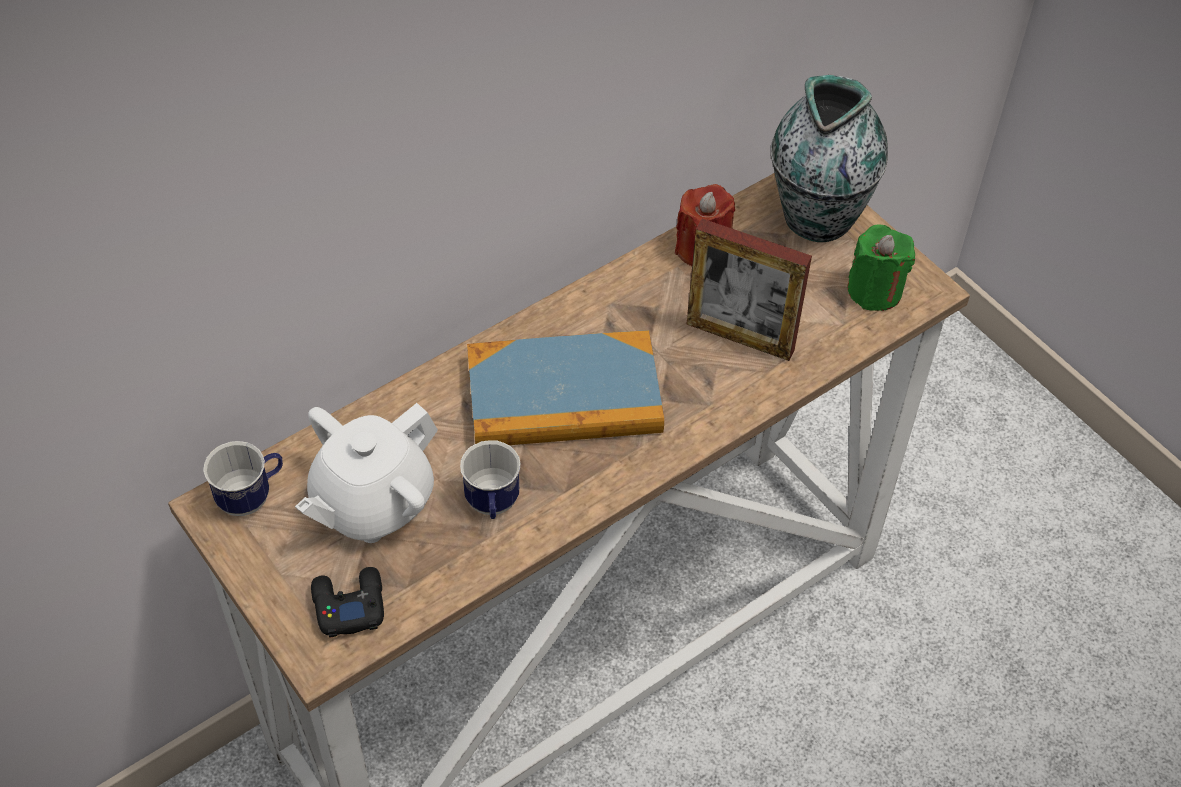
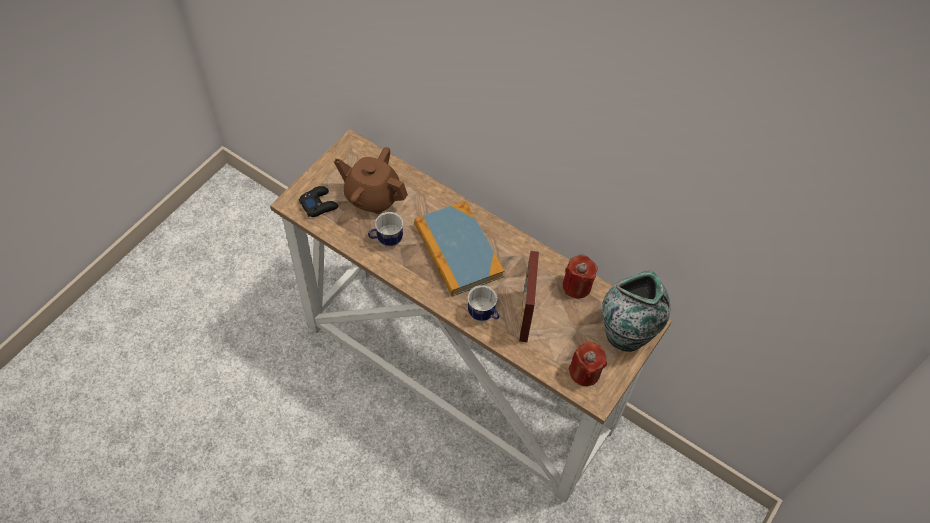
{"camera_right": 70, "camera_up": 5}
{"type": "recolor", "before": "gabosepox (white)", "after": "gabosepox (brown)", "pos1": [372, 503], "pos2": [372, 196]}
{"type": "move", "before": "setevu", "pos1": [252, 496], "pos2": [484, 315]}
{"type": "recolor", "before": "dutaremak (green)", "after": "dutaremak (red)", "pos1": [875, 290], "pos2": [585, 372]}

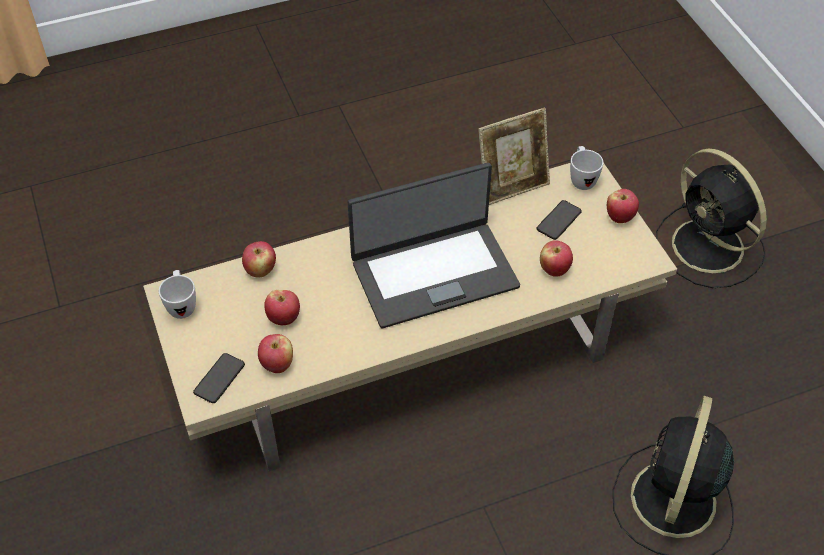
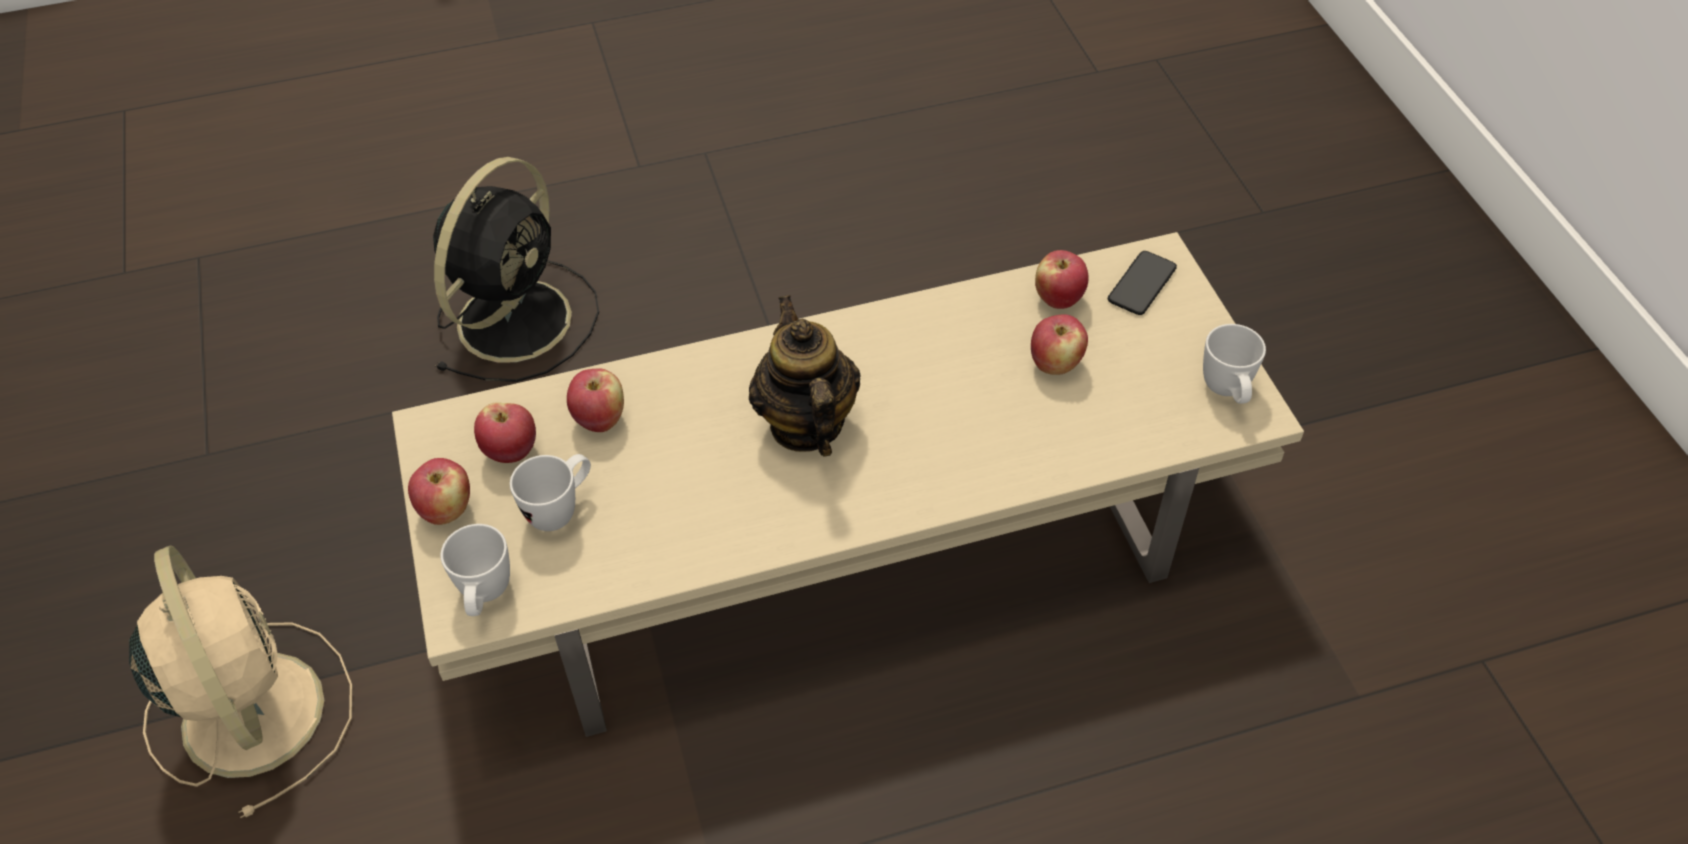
{"camera_right": -175, "camera_up": 0}
{"type": "recolor", "before": "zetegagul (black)", "after": "zetegagul (beige)", "pos1": [710, 248], "pos2": [251, 708]}
{"type": "move", "before": "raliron", "pos1": [260, 270], "pos2": [511, 451]}
{"type": "replace", "before": "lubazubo", "after": "setevu (white)", "pos1": [559, 220], "pos2": [561, 509]}
{"type": "replace", "before": "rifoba", "after": "gabosepox", "pos1": [433, 273], "pos2": [805, 424]}
{"type": "delete", "before": "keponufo", "pos1": [512, 185]}

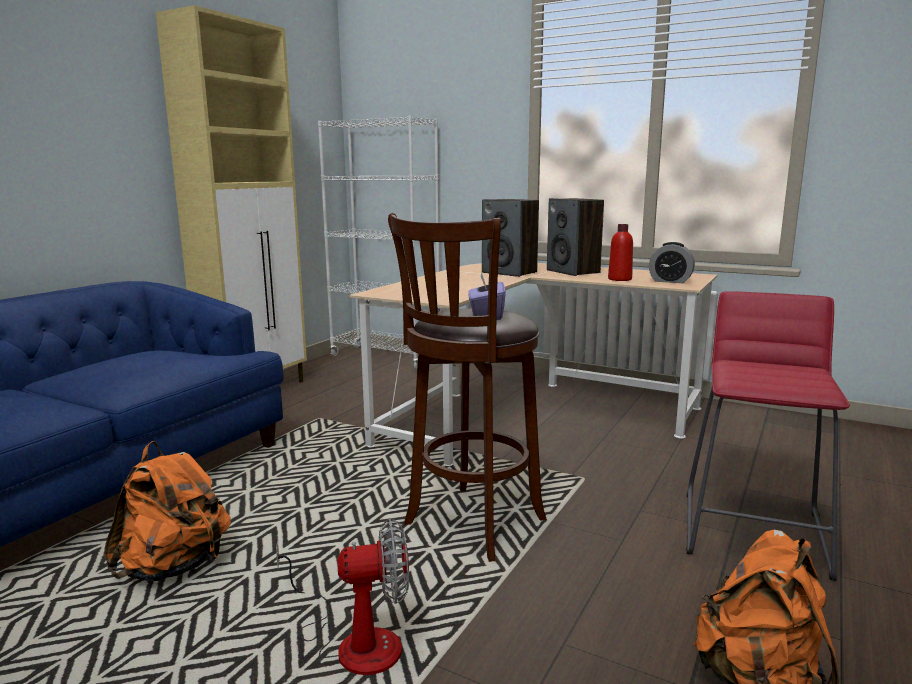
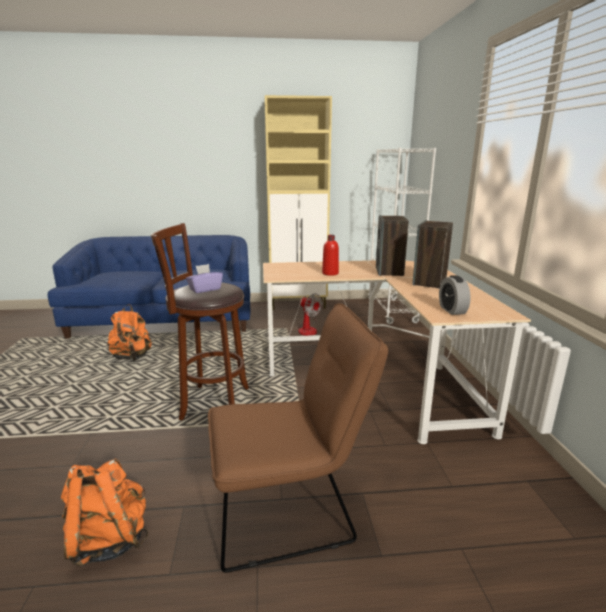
{"camera_right": 55, "camera_up": 5}
{"type": "replace", "before": "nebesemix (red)", "after": "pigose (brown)", "pos1": [754, 532], "pos2": [291, 509]}
{"type": "move", "before": "zetegagul", "pos1": [354, 642], "pos2": [308, 329]}
{"type": "move", "before": "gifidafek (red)", "pos1": [619, 279], "pos2": [330, 273]}

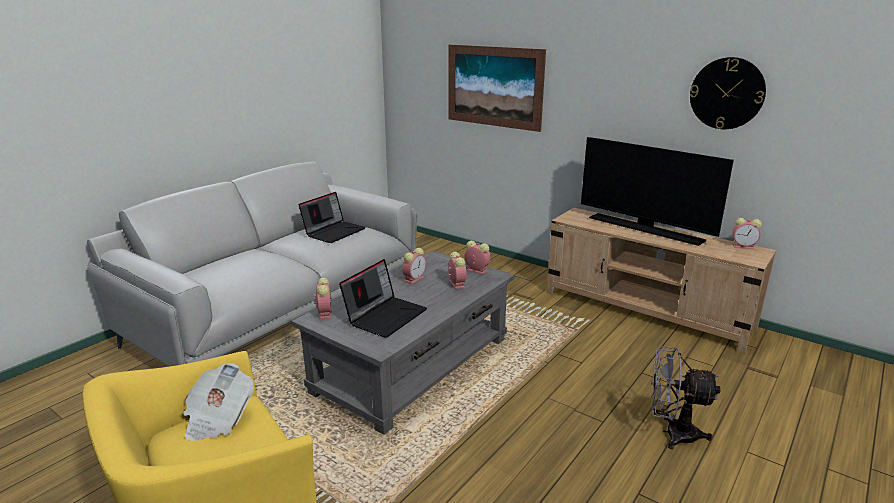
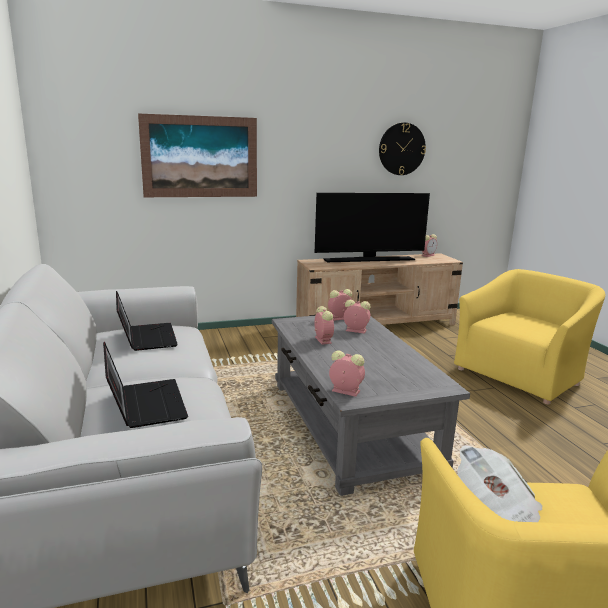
{"camera_right": -55, "camera_up": -5}
{"type": "move", "before": "rifoba", "pos1": [385, 316], "pos2": [144, 404]}
{"type": "replace", "before": "zetegagul (grey)", "after": "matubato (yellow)", "pos1": [672, 433], "pos2": [520, 374]}

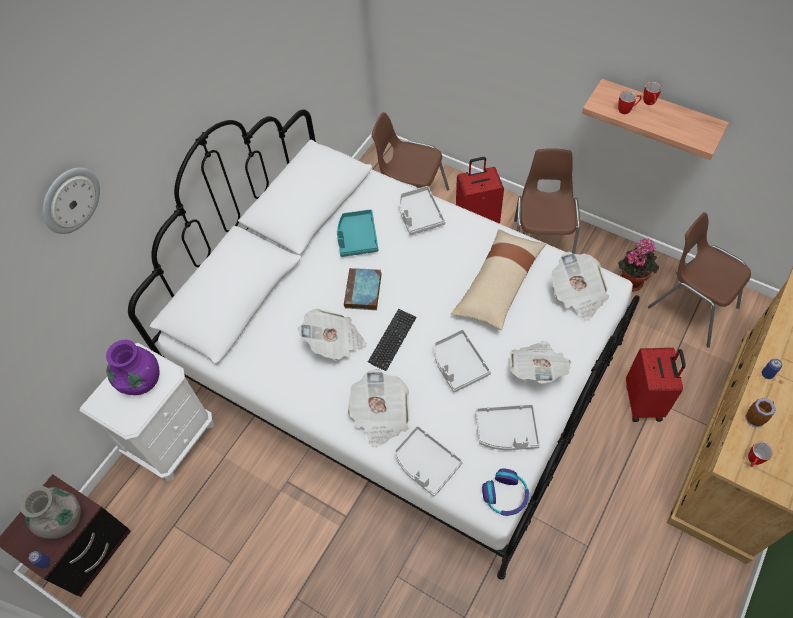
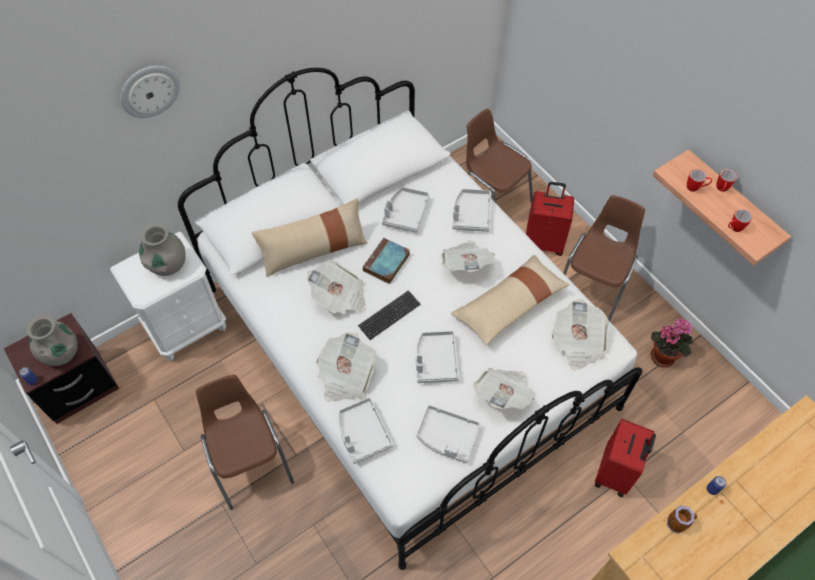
{"camera_right": 20, "camera_up": 0}
{"type": "recolor", "before": "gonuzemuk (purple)", "after": "gonuzemuk (grey)", "pos1": [141, 380], "pos2": [168, 264]}
{"type": "move", "before": "pigose (brown)", "pos1": [692, 307], "pos2": [250, 461]}
{"type": "insert", "after": "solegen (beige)", "pos2": [314, 250]}
{"type": "recolor", "before": "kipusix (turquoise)", "after": "kipusix (grey)", "pos1": [357, 238], "pos2": [405, 214]}
{"type": "insert", "after": "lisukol", "pos2": [466, 264]}
{"type": "move", "before": "setevu", "pos1": [752, 461], "pos2": [733, 228]}
{"type": "delete", "before": "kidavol", "pos1": [505, 495]}

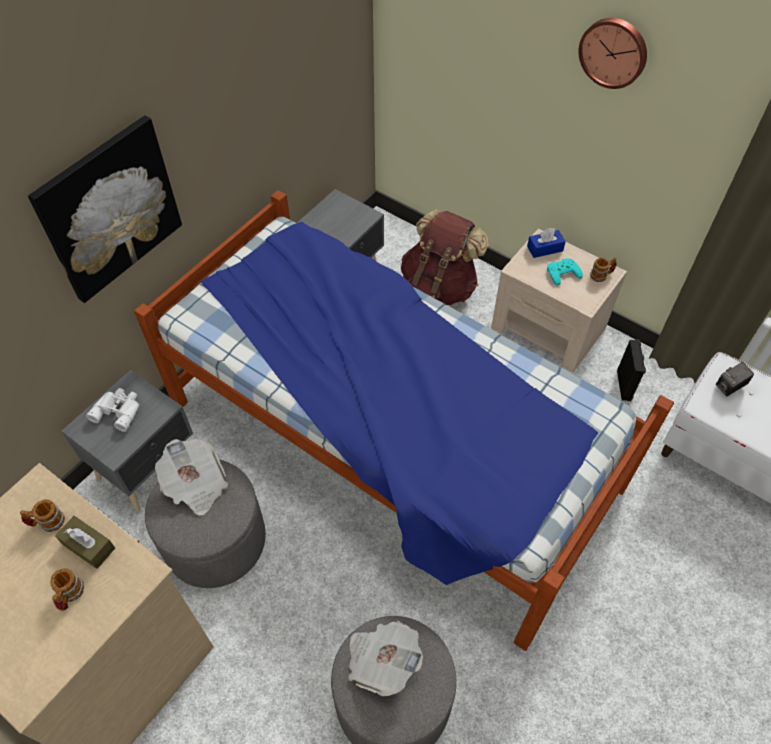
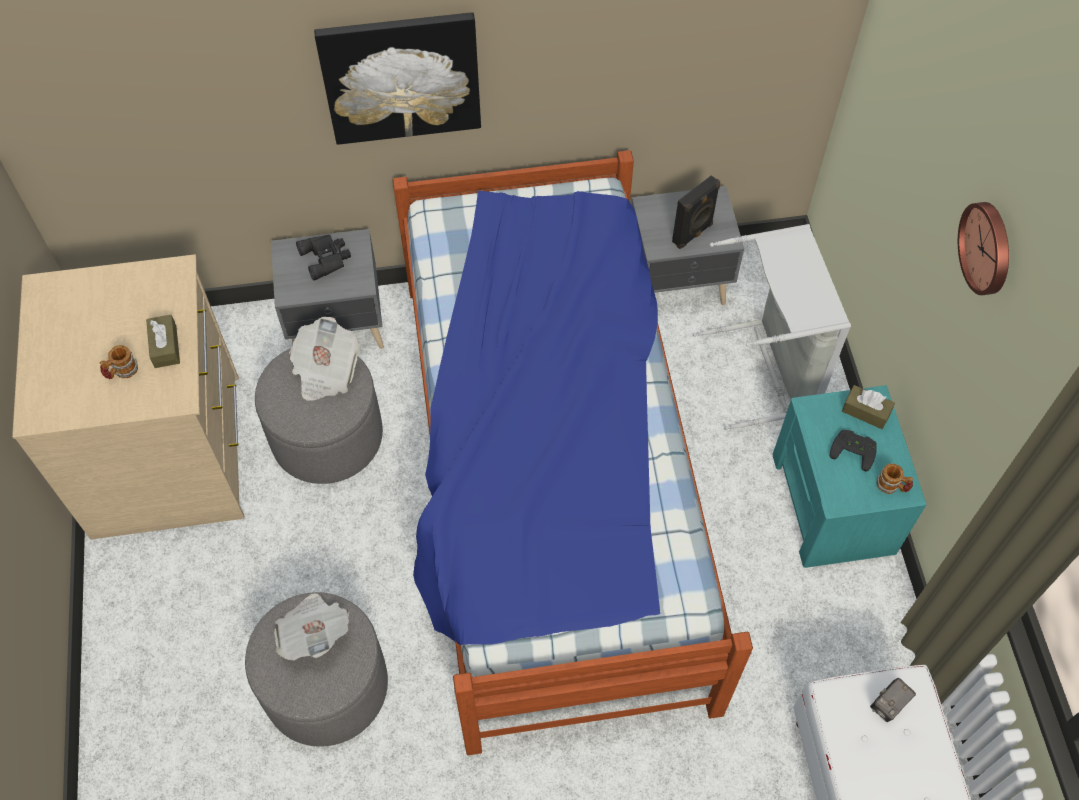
{"camera_right": 45, "camera_up": 5}
{"type": "recolor", "before": "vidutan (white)", "after": "vidutan (black)", "pos1": [118, 410], "pos2": [326, 257]}
{"type": "move", "before": "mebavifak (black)", "pos1": [625, 385], "pos2": [693, 234]}
{"type": "replace", "before": "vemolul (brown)", "after": "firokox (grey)", "pos1": [439, 286], "pos2": [768, 370]}
{"type": "recolor", "before": "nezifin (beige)", "after": "nezifin (turquoise)", "pos1": [548, 328], "pos2": [833, 504]}
{"type": "recolor", "before": "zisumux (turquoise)", "after": "zisumux (black)", "pos1": [562, 271], "pos2": [854, 449]}
{"type": "recolor", "before": "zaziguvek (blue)", "after": "zaziguvek (brown)", "pos1": [545, 248], "pos2": [866, 411]}
{"type": "rotate", "before": "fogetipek", "pos1": [729, 387], "pos2": [888, 705], "turn": -60}
{"type": "delete", "before": "setevu", "pos1": [47, 522]}

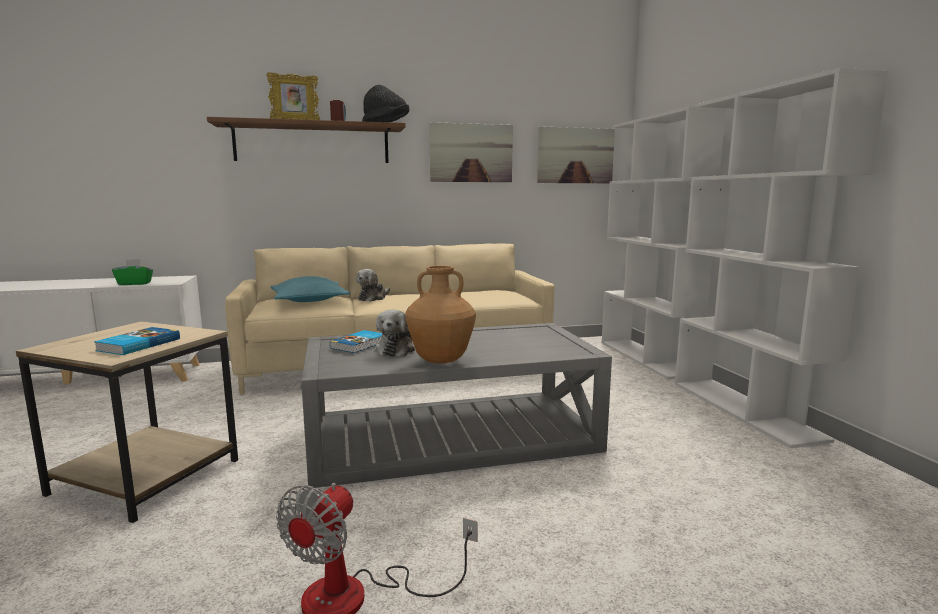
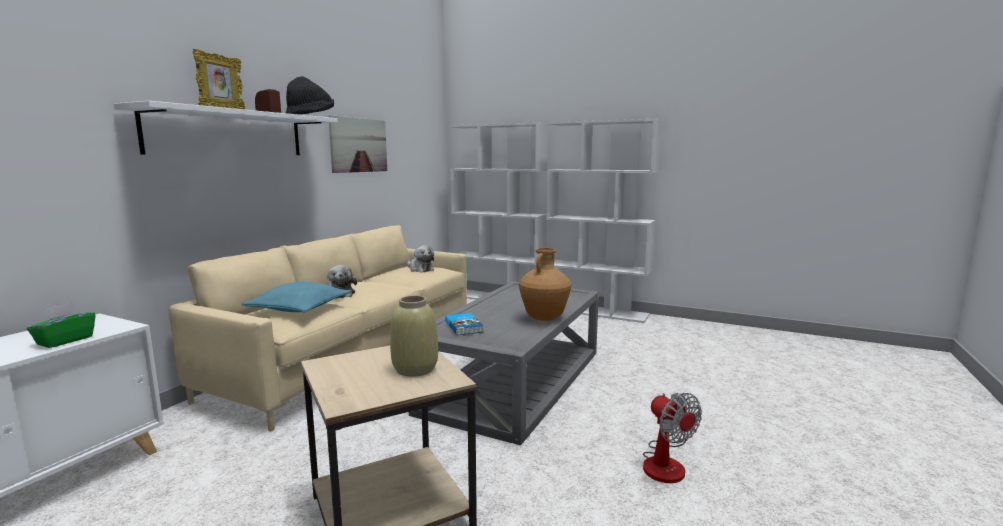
{"camera_right": -50, "camera_up": 0}
{"type": "recolor", "before": "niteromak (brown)", "after": "niteromak (white)", "pos1": [312, 143], "pos2": [229, 134]}
{"type": "replace", "before": "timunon", "after": "gonuzemuk (beige)", "pos1": [137, 344], "pos2": [414, 369]}
{"type": "move", "before": "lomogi", "pos1": [396, 349], "pos2": [420, 269]}
{"type": "delete", "before": "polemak", "pos1": [575, 155]}

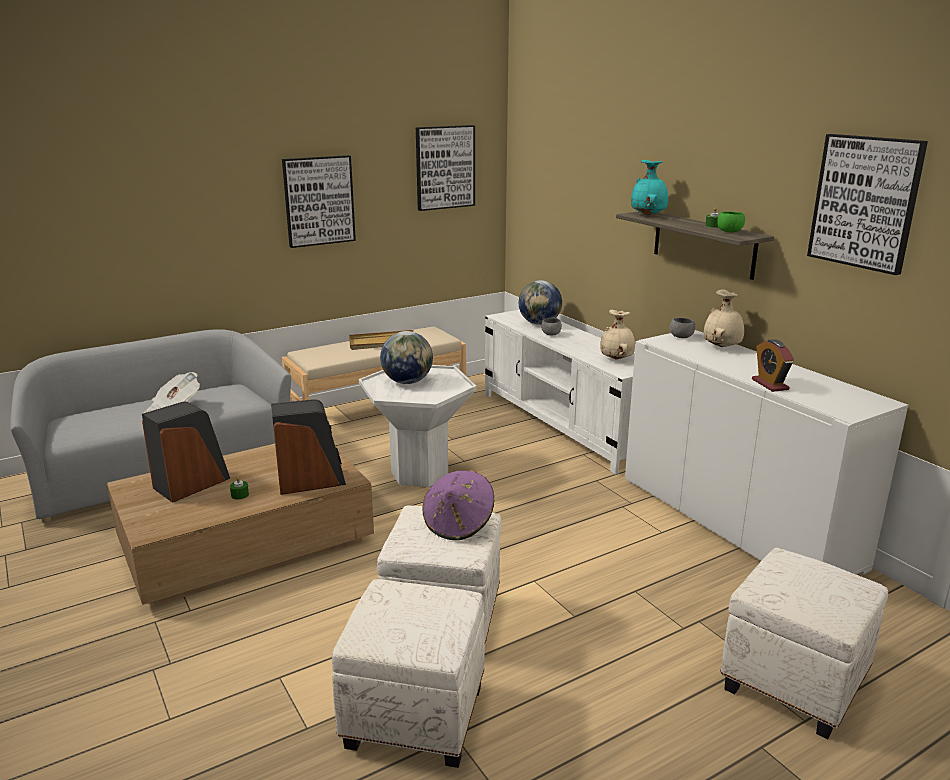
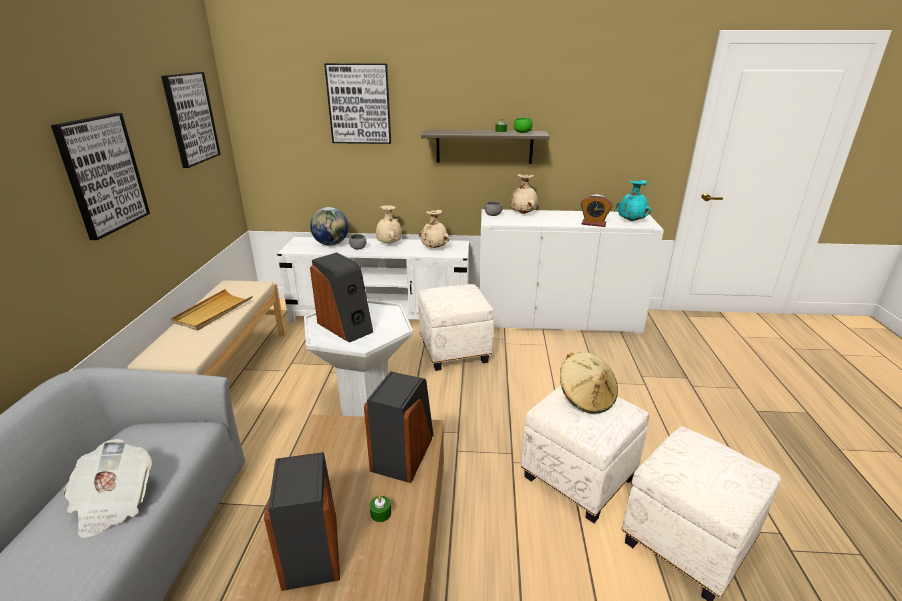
{"camera_right": -55, "camera_up": 5}
{"type": "replace", "before": "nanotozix", "after": "mebavifak", "pos1": [407, 382], "pos2": [345, 326]}
{"type": "move", "before": "polemak", "pos1": [865, 202], "pos2": [359, 104]}
{"type": "insert", "after": "gonuzemuk (beige)", "pos2": [389, 243]}
{"type": "move", "before": "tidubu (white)", "pos1": [794, 684], "pos2": [455, 351]}
{"type": "recolor", "before": "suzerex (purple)", "after": "suzerex (beige)", "pos1": [458, 524], "pos2": [586, 398]}
{"type": "move", "before": "gonuzemuk (turquoise)", "pos1": [649, 215], "pos2": [631, 220]}

